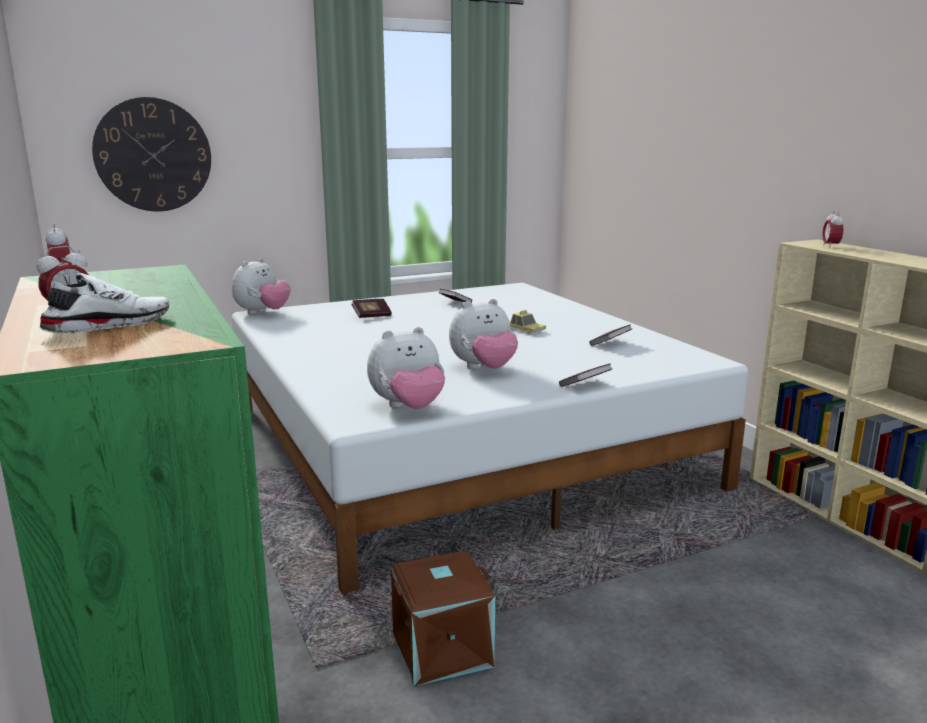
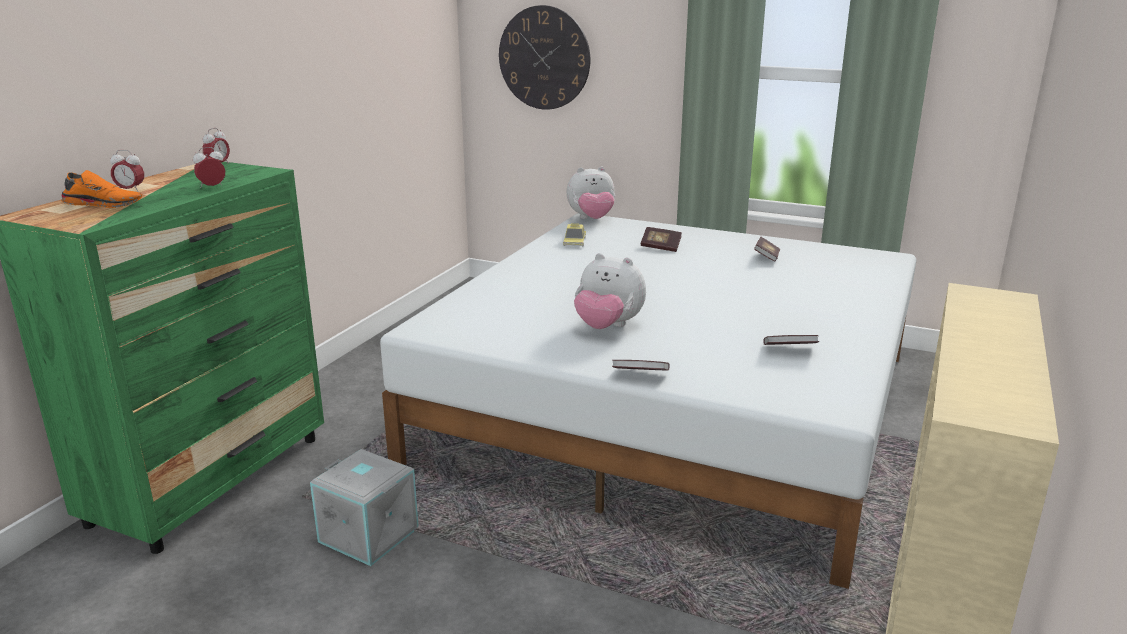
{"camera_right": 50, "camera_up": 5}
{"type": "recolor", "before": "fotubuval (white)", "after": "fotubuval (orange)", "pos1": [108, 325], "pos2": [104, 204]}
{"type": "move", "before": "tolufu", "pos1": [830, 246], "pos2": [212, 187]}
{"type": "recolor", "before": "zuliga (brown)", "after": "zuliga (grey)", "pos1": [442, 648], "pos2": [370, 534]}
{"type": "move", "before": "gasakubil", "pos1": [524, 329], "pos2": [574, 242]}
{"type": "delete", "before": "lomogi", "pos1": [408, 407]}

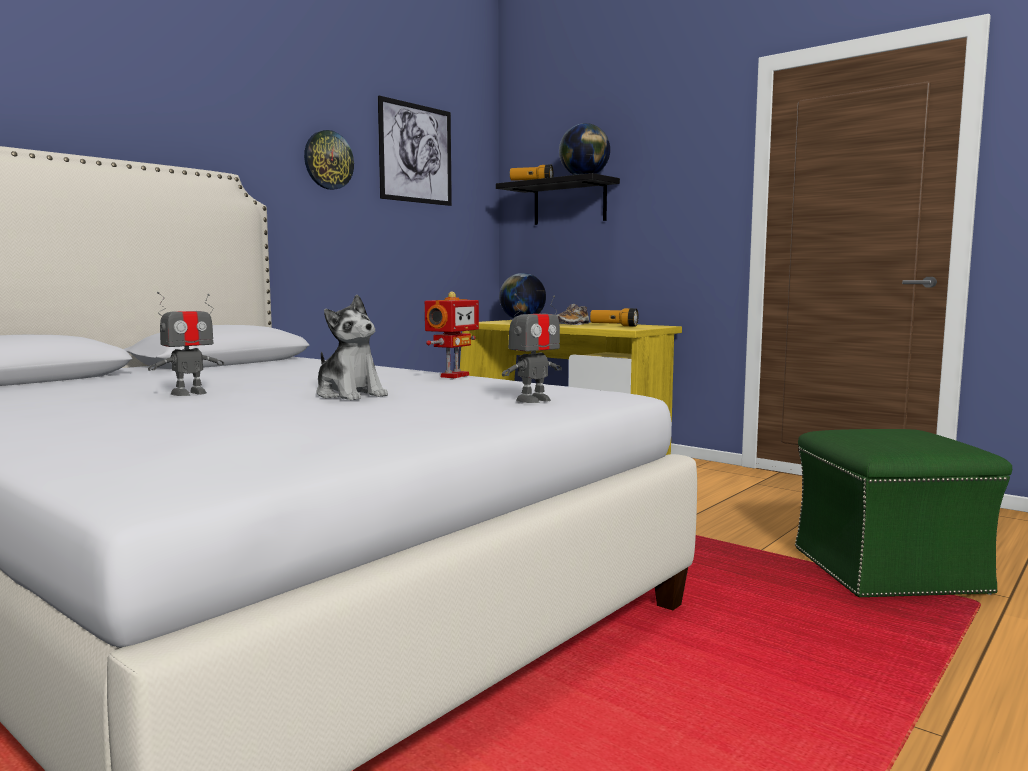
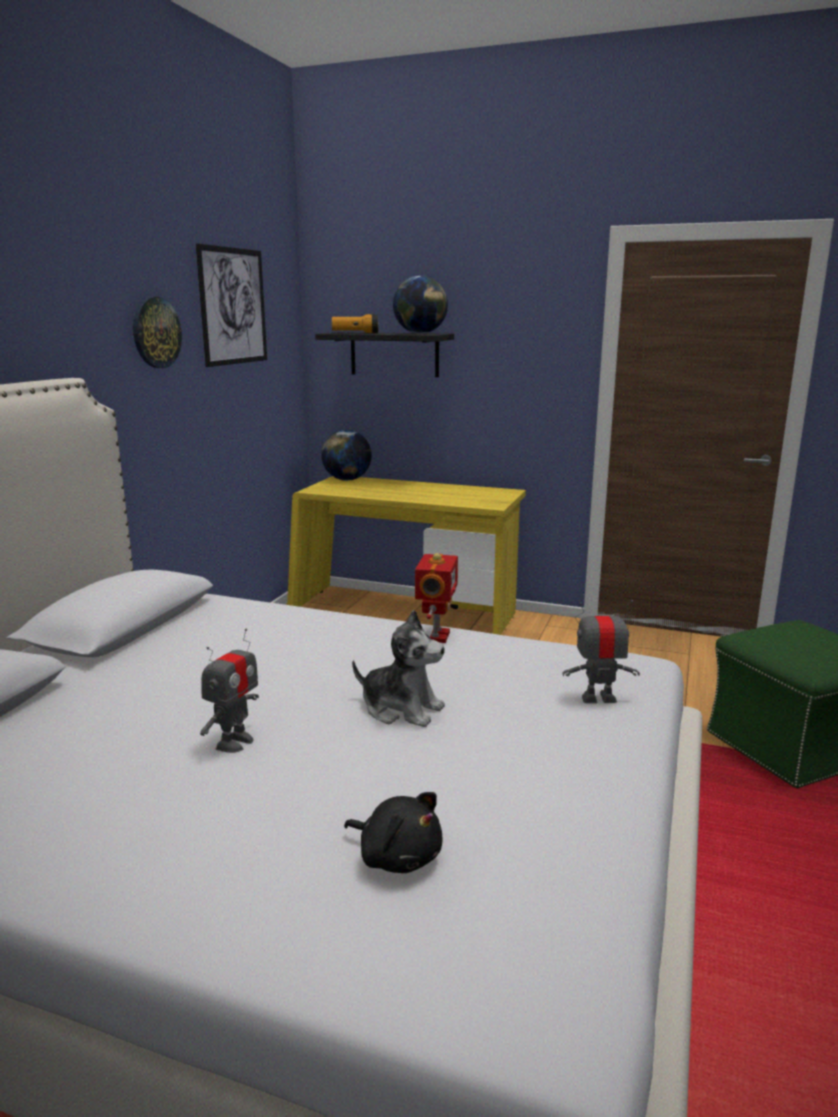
{"camera_right": -20, "camera_up": 10}
{"type": "insert", "after": "lomogi (black)", "pos2": [397, 856]}
{"type": "rotate", "before": "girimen", "pos1": [533, 400], "pos2": [598, 698], "turn": -120}
{"type": "delete", "before": "fotubuval", "pos1": [572, 324]}
{"type": "delete", "before": "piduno", "pos1": [614, 325]}

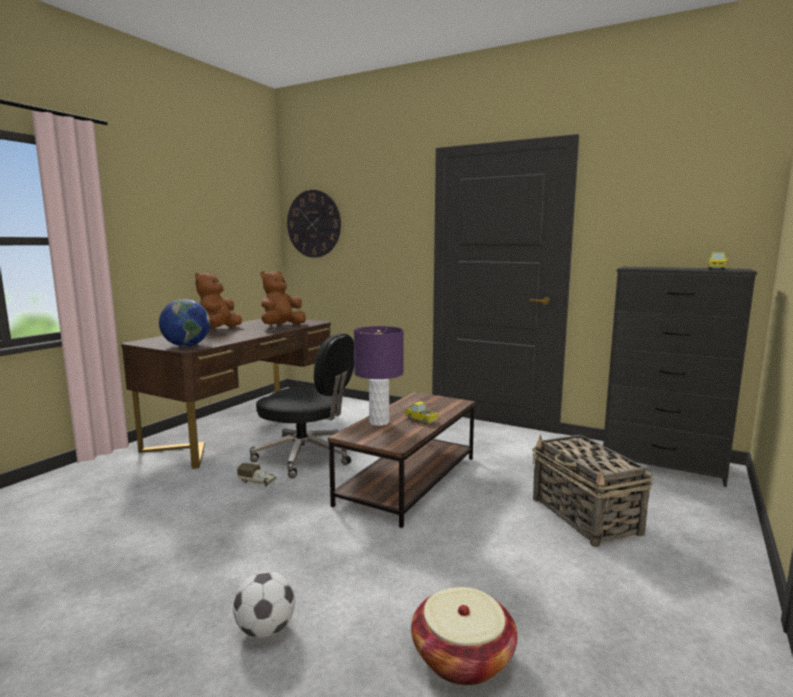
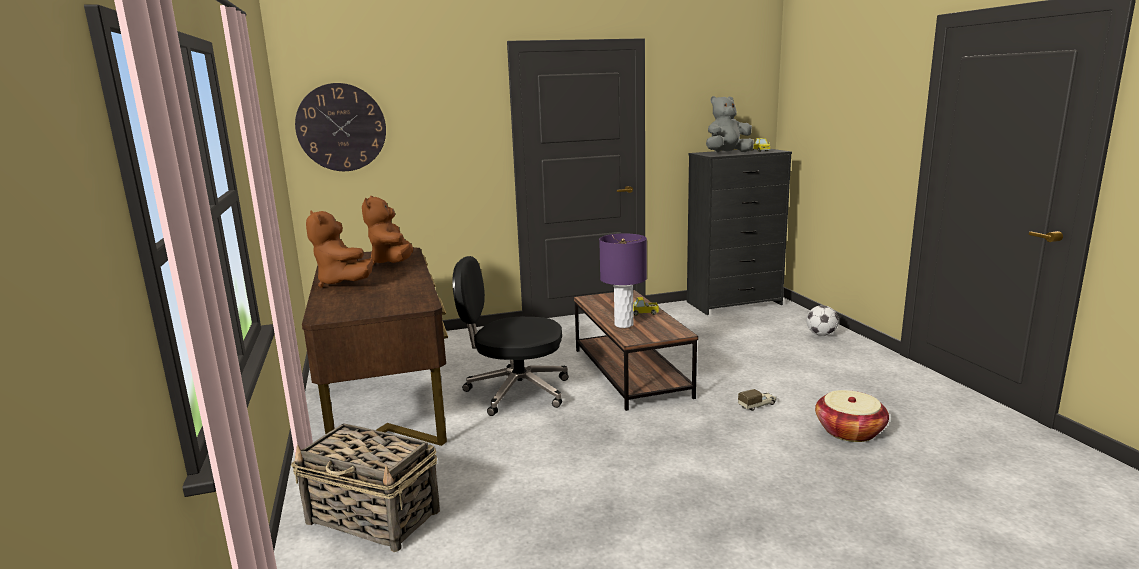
{"camera_right": -45, "camera_up": 5}
{"type": "move", "before": "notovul", "pos1": [585, 516], "pos2": [374, 517]}
{"type": "rotate", "before": "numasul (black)", "pos1": [306, 456], "pos2": [515, 391], "turn": -150}
{"type": "insert", "after": "lomogi (grey)", "pos2": [727, 153]}
{"type": "move", "before": "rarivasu", "pos1": [258, 482], "pos2": [757, 405]}
{"type": "move", "before": "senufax", "pos1": [266, 629], "pos2": [821, 334]}
{"type": "delete", "before": "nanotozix", "pos1": [186, 346]}

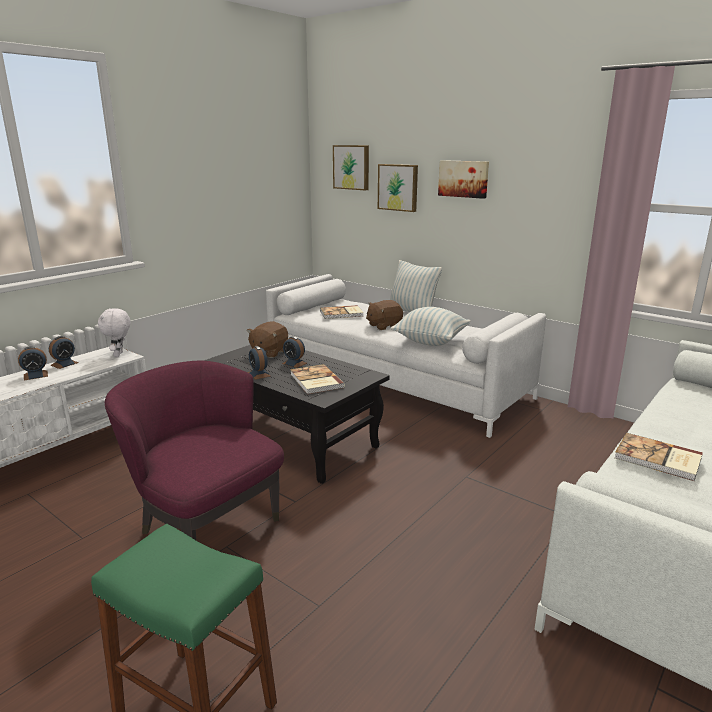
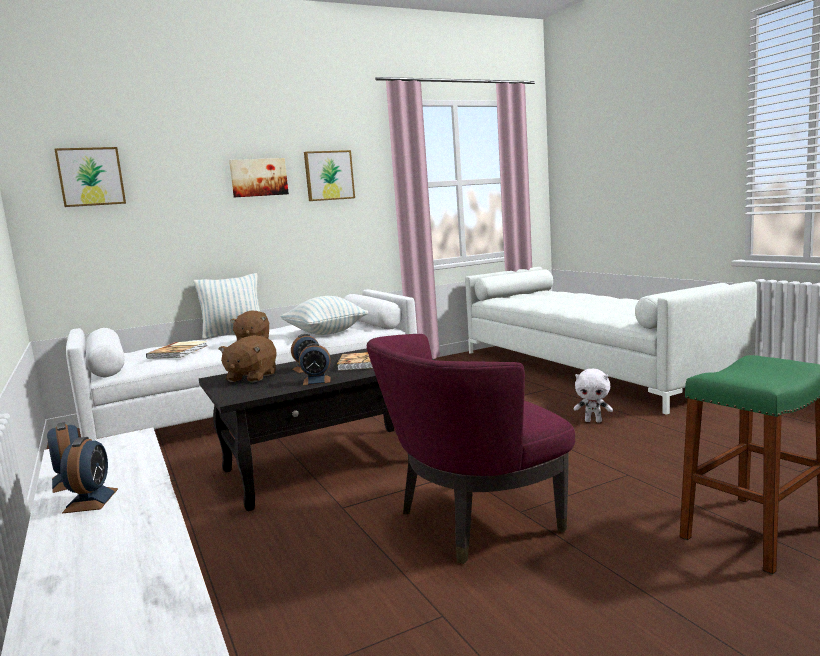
{"camera_right": -65, "camera_up": -10}
{"type": "rotate", "before": "lomogi (brown)", "pos1": [268, 352], "pos2": [251, 377], "turn": 60}
{"type": "move", "before": "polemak", "pos1": [398, 187], "pos2": [329, 175]}
{"type": "move", "before": "lomogi (white)", "pos1": [119, 354], "pos2": [593, 421]}
{"type": "delete", "before": "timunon", "pos1": [658, 459]}

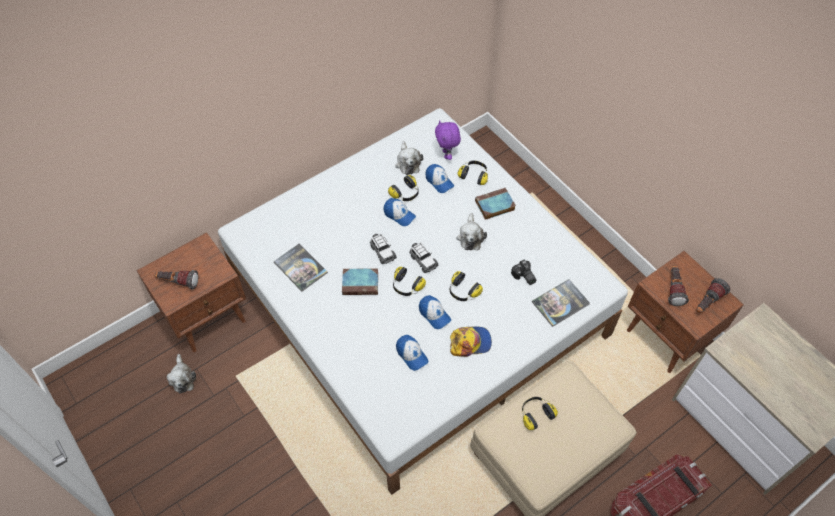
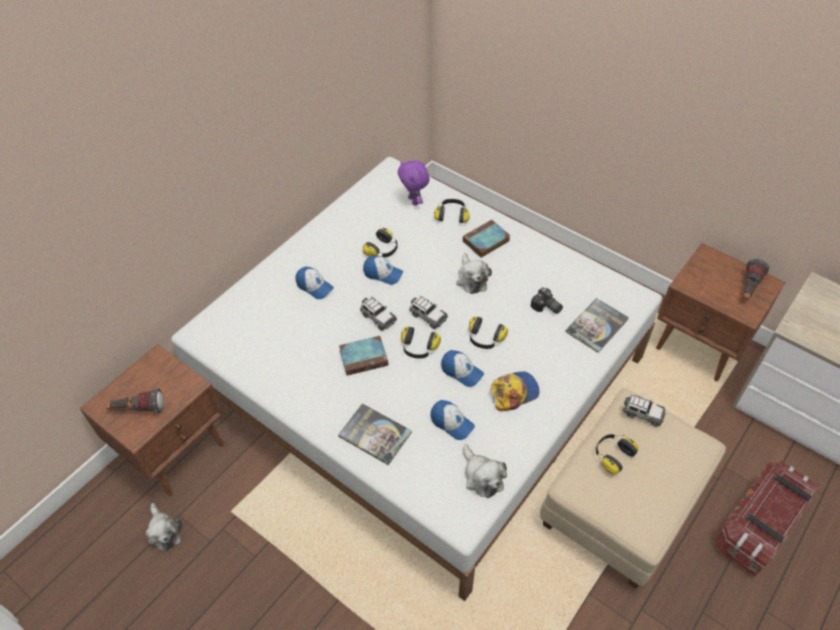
{"camera_right": -15, "camera_up": -5}
{"type": "move", "before": "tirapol", "pos1": [439, 181], "pos2": [314, 286]}
{"type": "move", "before": "timunon", "pos1": [300, 267], "pos2": [375, 434]}
{"type": "move", "before": "lomogi", "pos1": [408, 163], "pos2": [482, 476]}
{"type": "insert", "after": "gasakubil", "pos2": [642, 413]}
{"type": "delete", "before": "piduno", "pos1": [673, 289]}

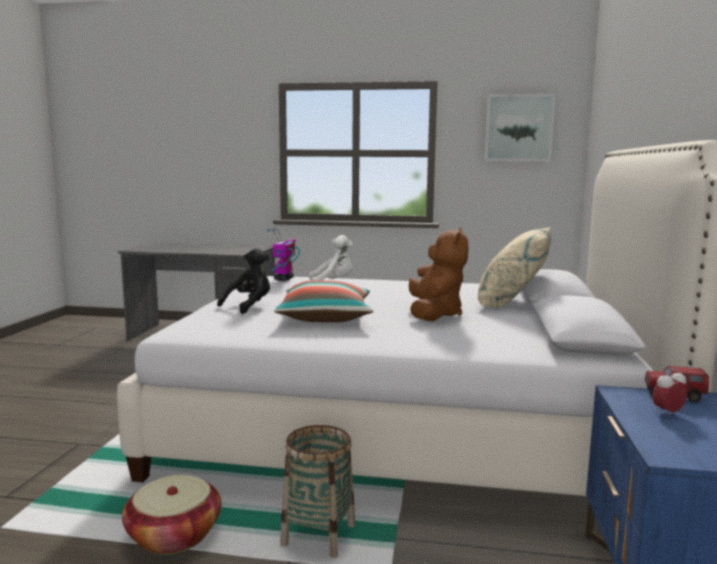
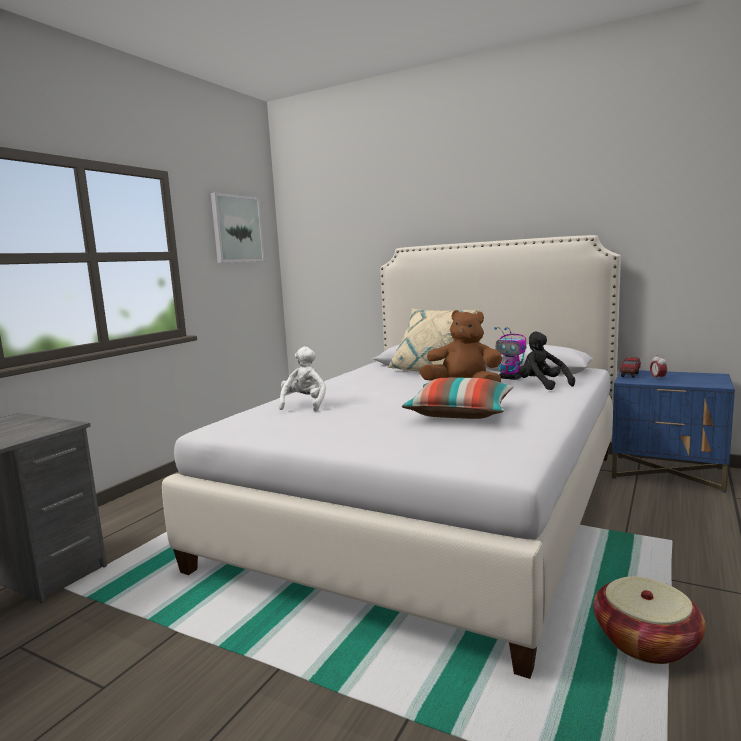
{"camera_right": -70, "camera_up": 0}
{"type": "move", "before": "girimen", "pos1": [283, 279], "pos2": [510, 378]}
{"type": "move", "before": "lomogi (black)", "pos1": [249, 306], "pos2": [542, 385]}
{"type": "delete", "before": "notovul", "pos1": [319, 535]}

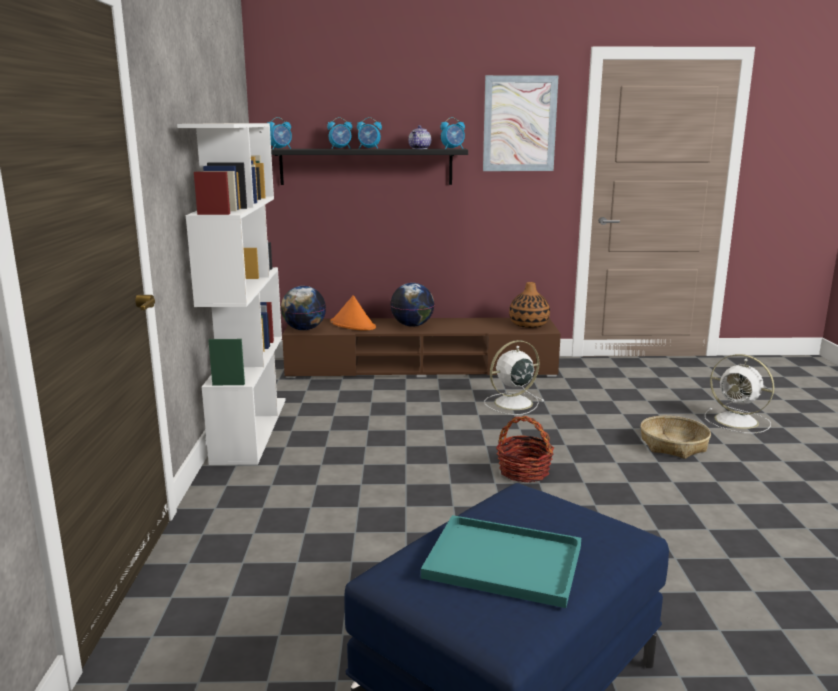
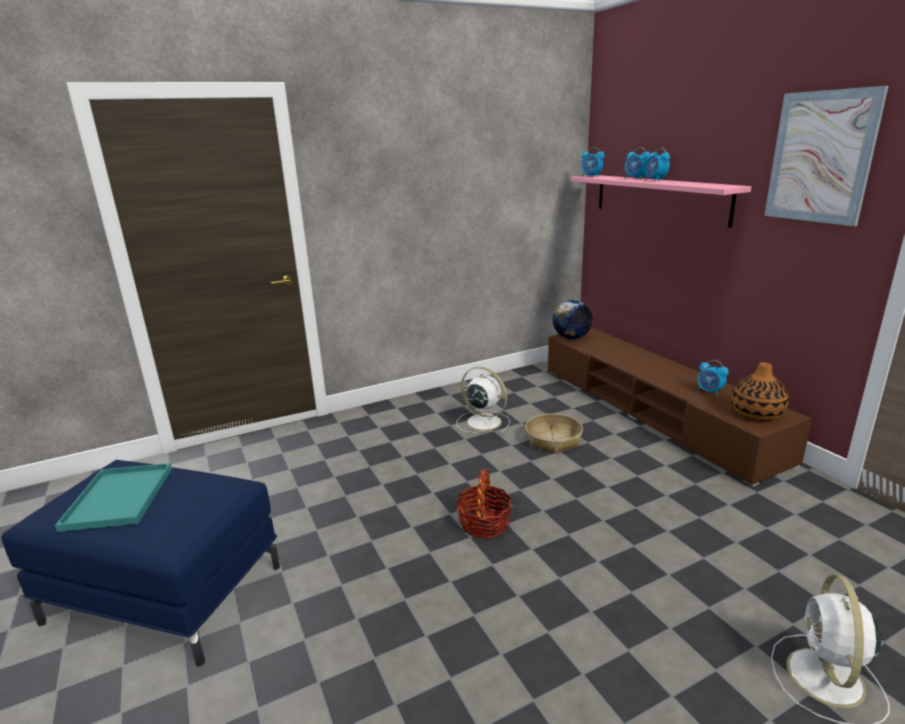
{"camera_right": 65, "camera_up": 5}
{"type": "move", "before": "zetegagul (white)", "pos1": [512, 403], "pos2": [482, 422]}
{"type": "move", "before": "notovul", "pos1": [673, 445], "pos2": [553, 440]}
{"type": "recolor", "before": "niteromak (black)", "after": "niteromak (pink)", "pos1": [366, 166], "pos2": [659, 198]}
{"type": "move", "before": "tolufu", "pos1": [453, 149], "pos2": [709, 391]}
{"type": "delete", "before": "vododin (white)", "pos1": [250, 429]}
{"type": "delete", "before": "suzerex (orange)", "pos1": [353, 325]}
{"type": "delete", "before": "nanotozix", "pos1": [412, 325]}
{"type": "delete", "before": "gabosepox", "pos1": [420, 148]}

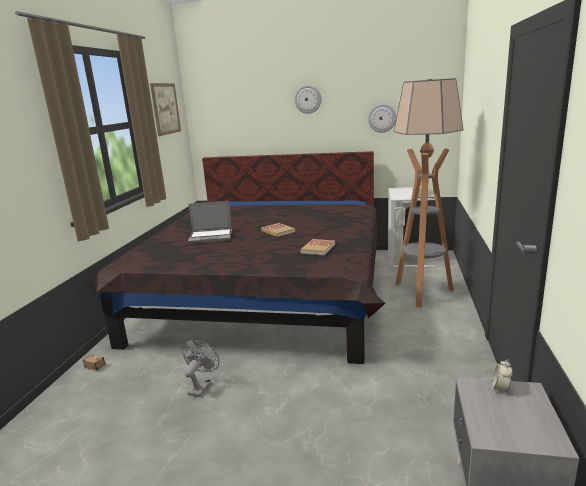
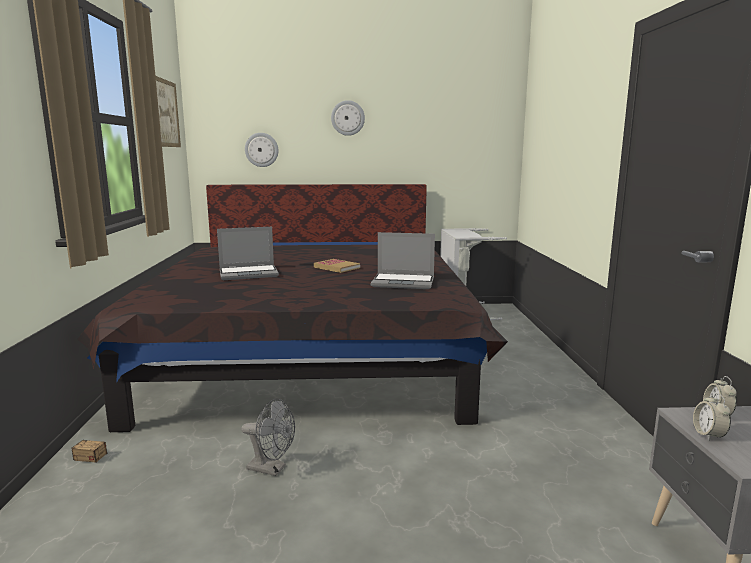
{"camera_right": -15, "camera_up": -5}
{"type": "rotate", "before": "zetegagul (grey)", "pos1": [201, 386], "pos2": [272, 469], "turn": 105}
{"type": "move", "before": "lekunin", "pos1": [382, 118], "pos2": [261, 150]}
{"type": "replace", "before": "timunon", "after": "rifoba", "pos1": [318, 248], "pos2": [404, 282]}
{"type": "insert", "after": "tolufu", "pos2": [708, 435]}
{"type": "delete", "before": "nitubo", "pos1": [422, 293]}

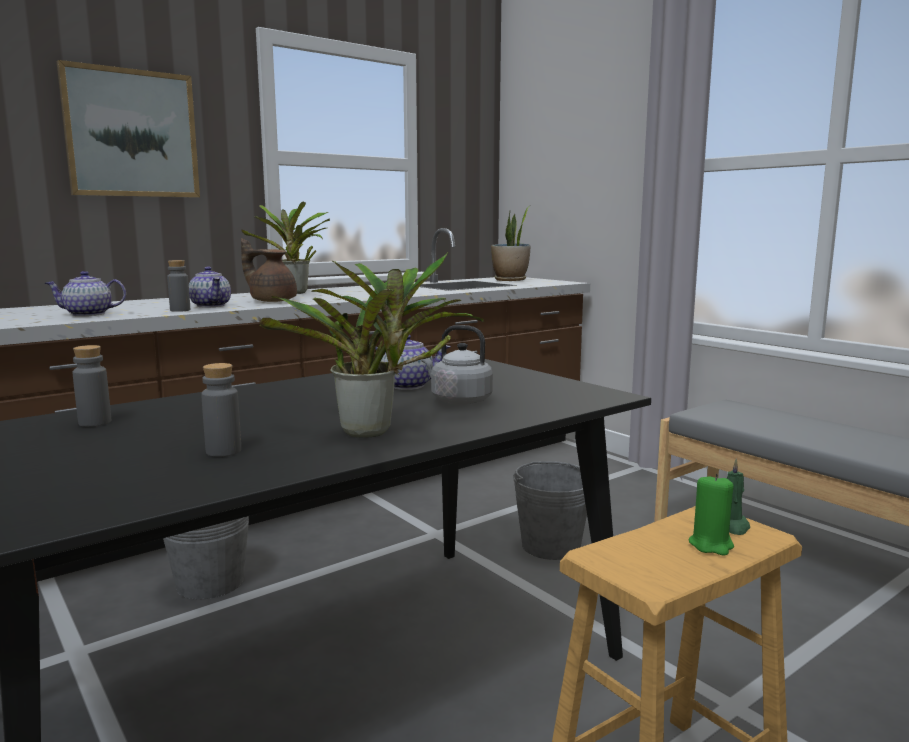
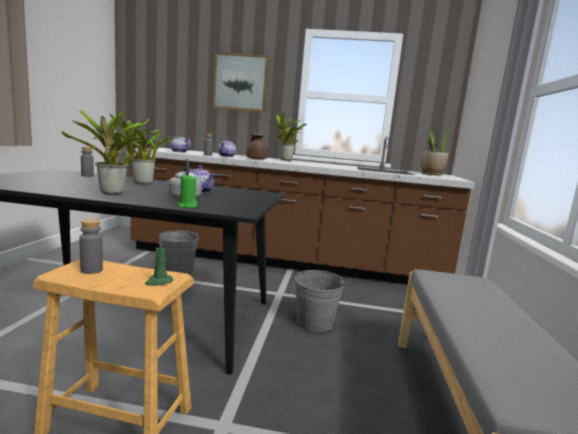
{"camera_right": 45, "camera_up": 0}
{"type": "move", "before": "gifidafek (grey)", "pos1": [223, 451], "pos2": [91, 270]}
{"type": "insert", "after": "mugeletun", "pos2": [139, 183]}
{"type": "move", "before": "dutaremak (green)", "pos1": [711, 545], "pos2": [187, 206]}

